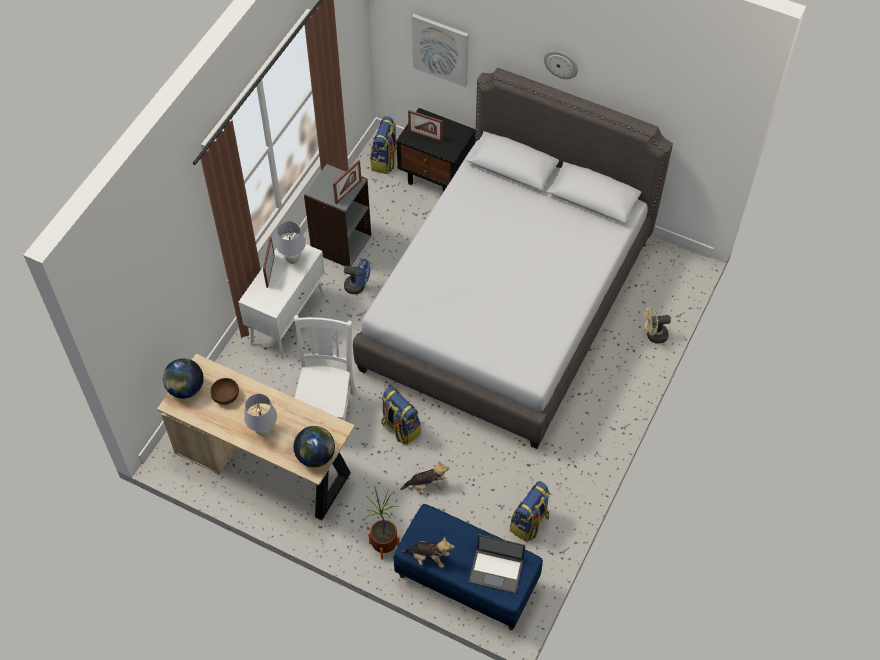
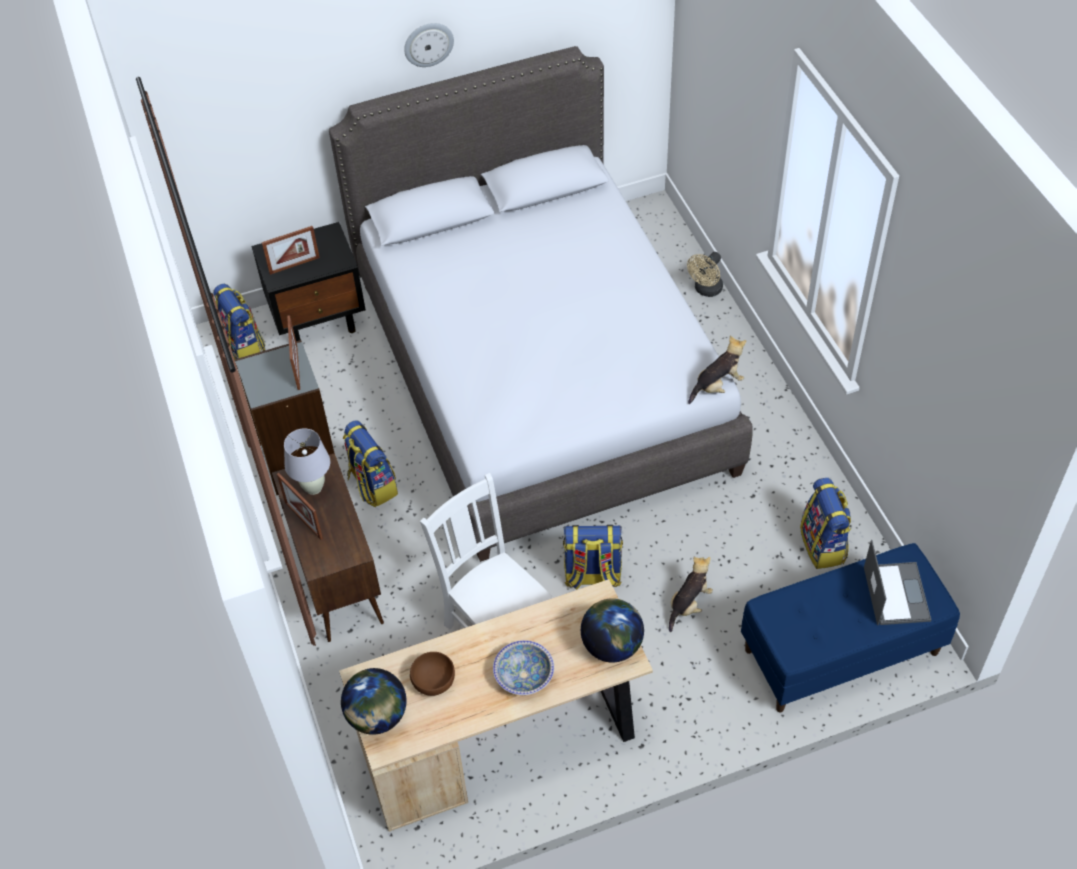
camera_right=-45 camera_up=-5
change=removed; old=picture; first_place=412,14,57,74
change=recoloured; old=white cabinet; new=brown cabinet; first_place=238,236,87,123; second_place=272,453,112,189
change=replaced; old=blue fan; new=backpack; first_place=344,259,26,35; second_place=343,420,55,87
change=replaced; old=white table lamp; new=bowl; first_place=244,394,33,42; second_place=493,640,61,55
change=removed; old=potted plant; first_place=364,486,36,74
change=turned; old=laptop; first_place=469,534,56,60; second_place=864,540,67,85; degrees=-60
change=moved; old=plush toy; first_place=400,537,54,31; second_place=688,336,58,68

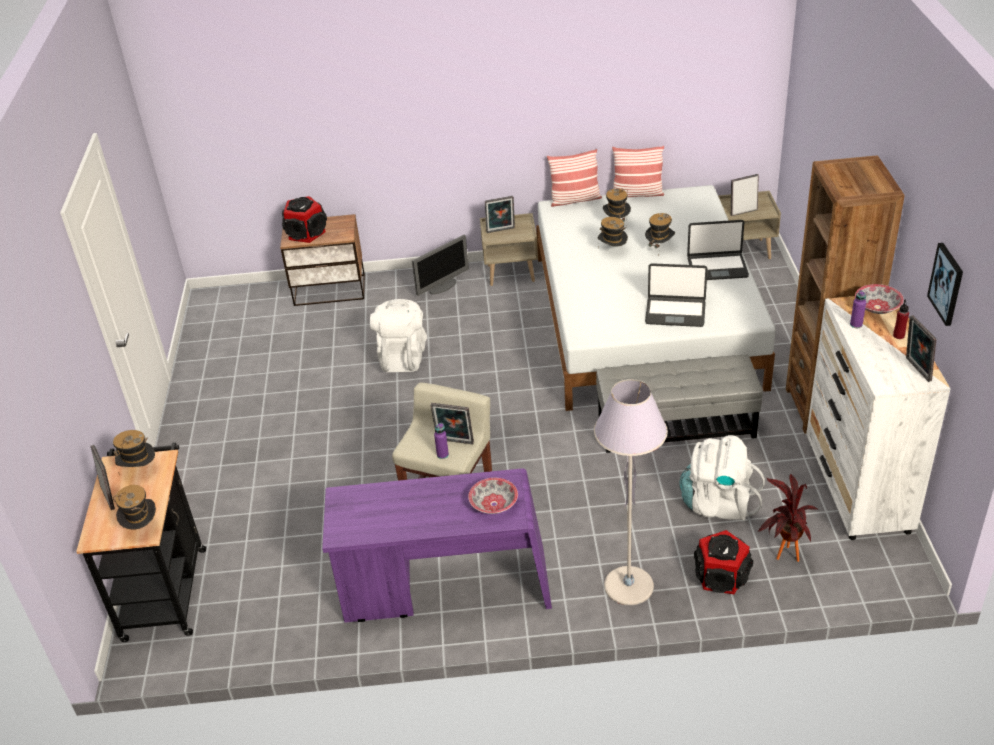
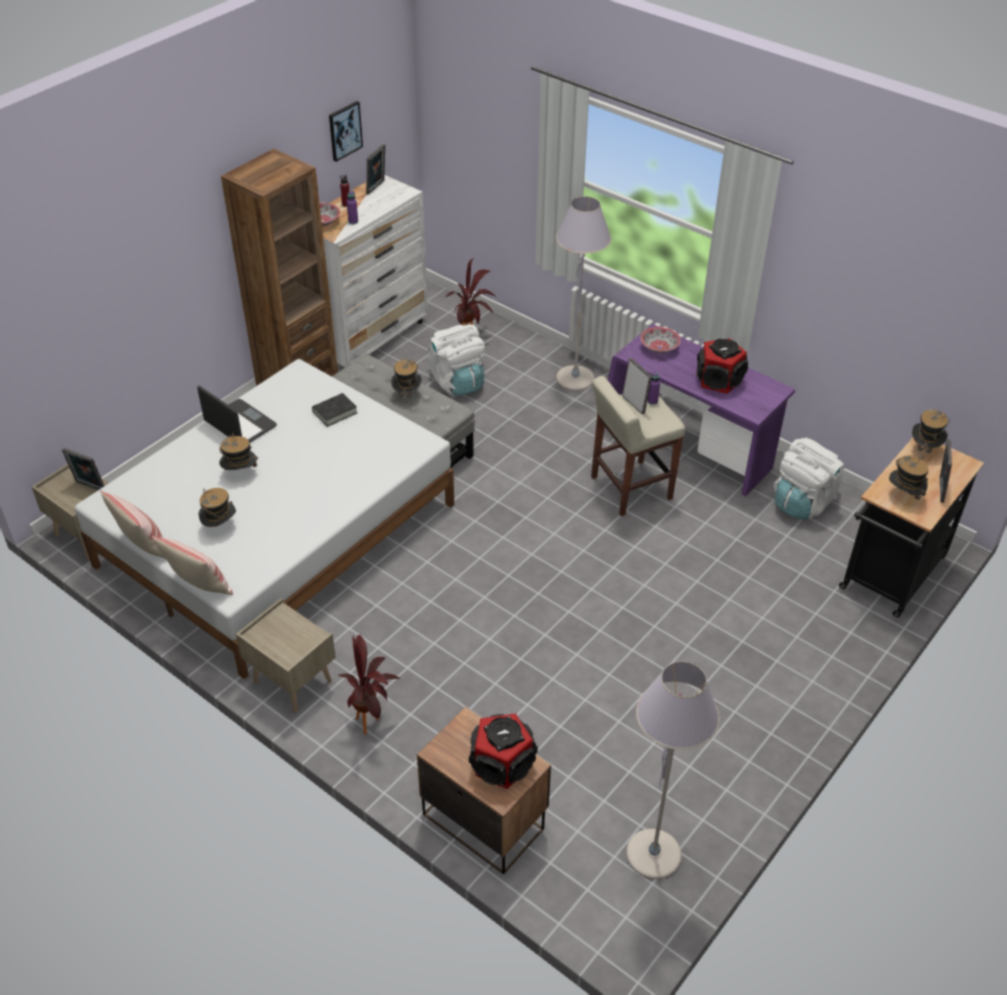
camera_right=-140 camera_up=5
change=removed; old=picture frame; first_place=485,196,30,37
change=moved; old=hat; first_place=598,217,30,32; second_place=391,359,31,39
change=replaced; old=monitor; new=potted plant; first_place=412,235,57,61; second_place=339,634,62,101
change=replaced; old=laptop; new=black book; first_place=645,263,63,64; second_place=312,393,46,34
change=moved; old=white backpack; first_place=370,299,57,73; second_place=774,438,71,82
change=moved; old=speaker; first_place=694,530,59,64; second_place=696,338,52,56
change=added; new=grey floor lamp; second_place=626,661,94,218

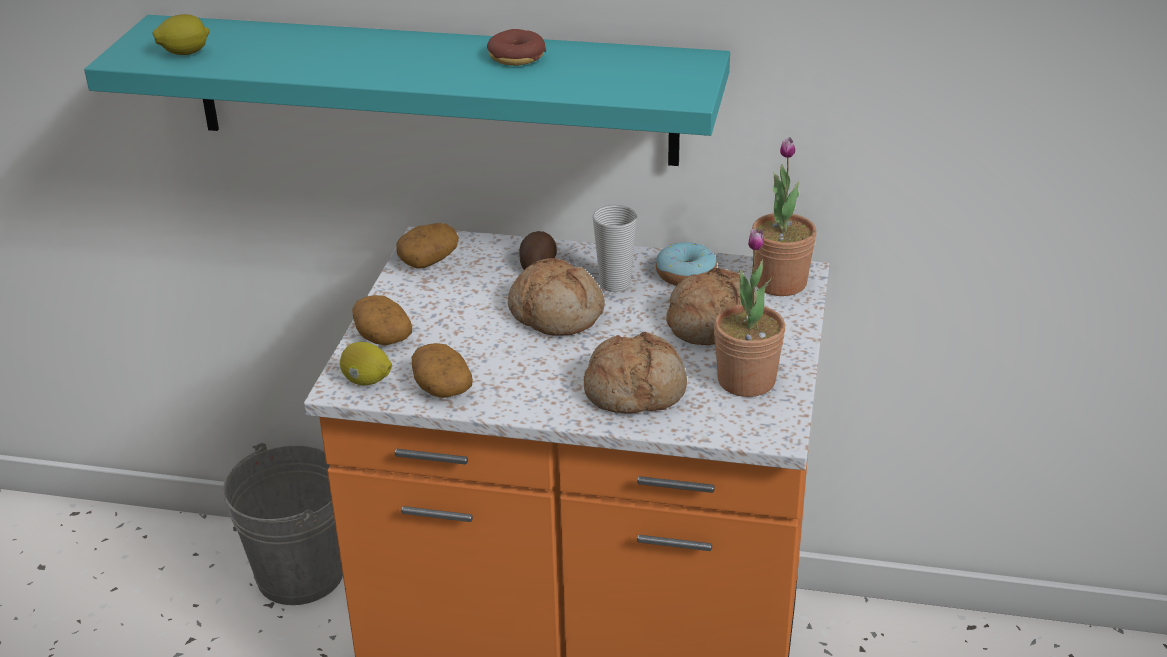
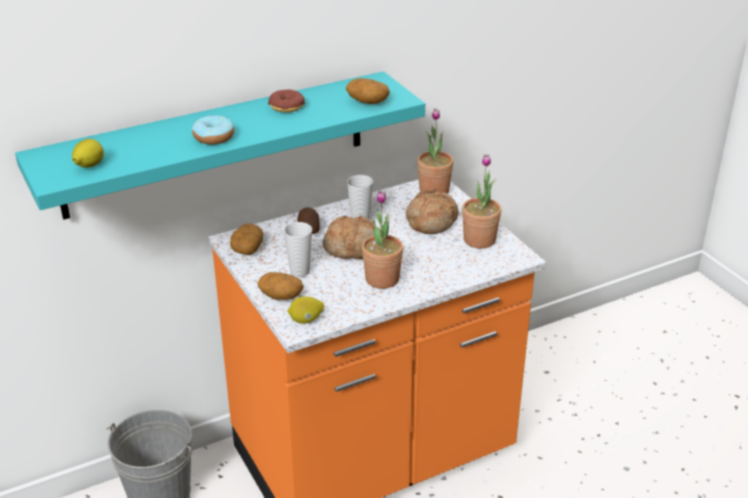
camera_right=-40 camera_up=0
change=moved; old=donut; first_place=656,242,61,44; second_place=192,115,42,30
change=removed; old=bread; first_place=584,332,103,82
change=moved; old=potato; first_place=412,343,61,55; second_place=346,78,44,26
change=added; new=potted plant; second_place=362,190,41,99
change=added; new=cup; second_place=284,222,28,55

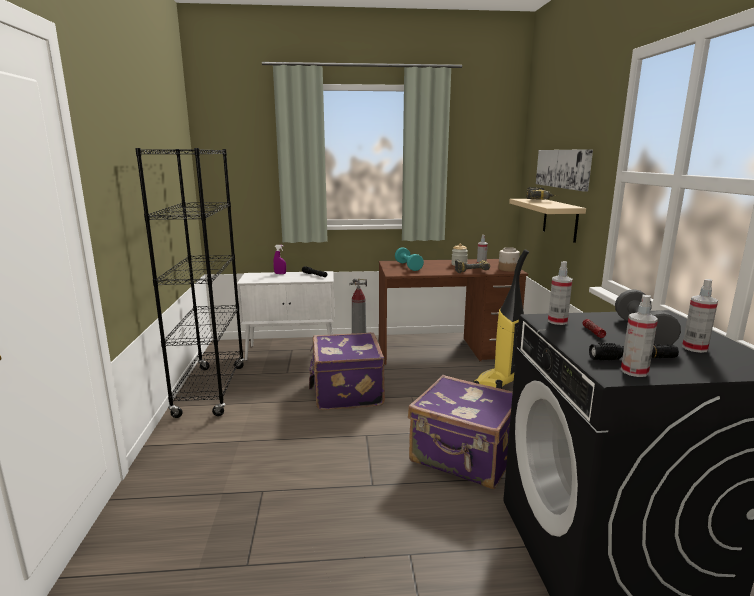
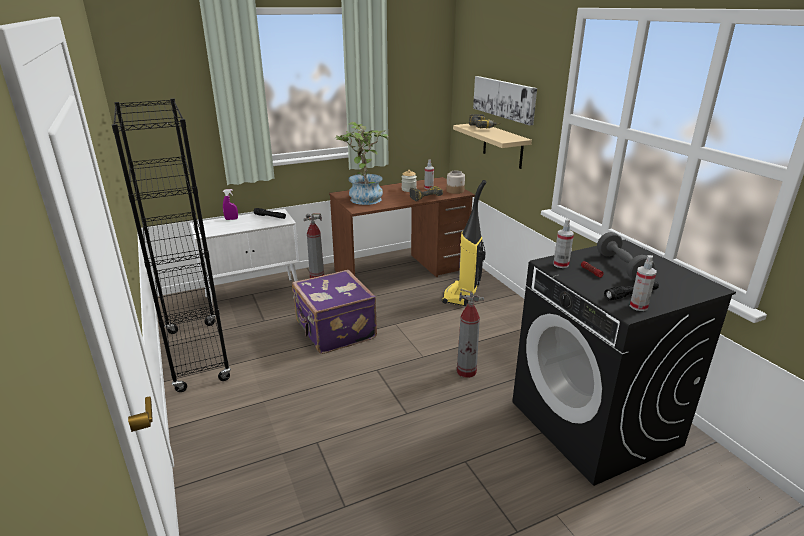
camera_right=-20 camera_up=10
change=replaced; old=turquoise dumbbell; new=potted plant; first_place=395,247,29,24; second_place=334,122,54,83
change=removed; old=spray bottle; first_place=682,279,36,74
change=replaced; old=purple suitcase; new=fire extinguisher; first_place=408,375,105,114; second_place=457,289,27,89

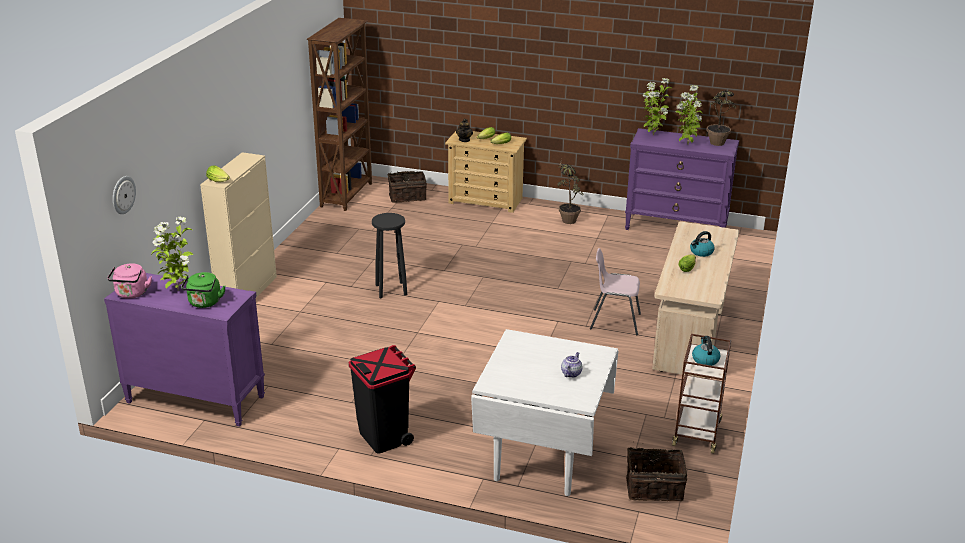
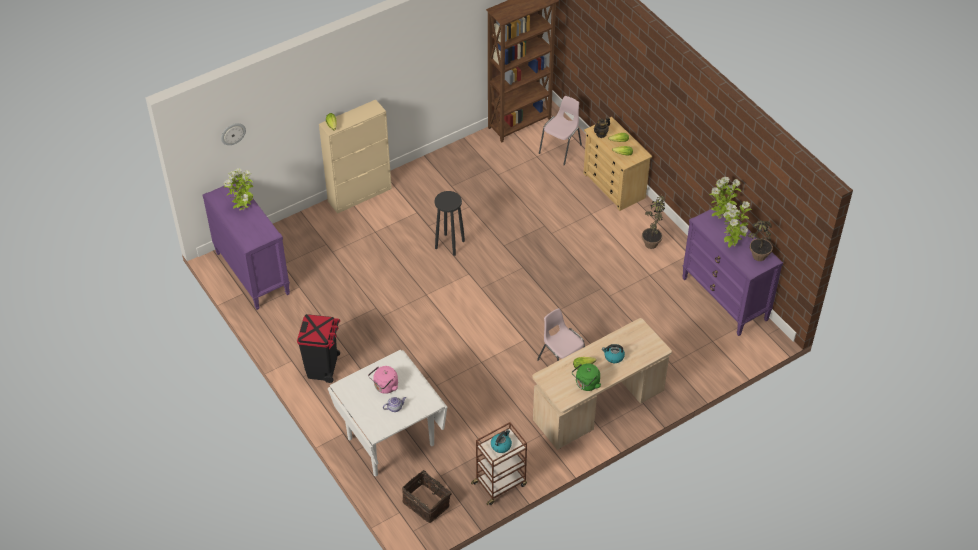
camera_right=40 camera_up=20
change=replaced; old=basket; new=pink chair; first_place=388,171,39,32; second_place=539,96,43,70
change=moved; old=pink kettle; first_place=107,263,45,36; second_place=368,366,30,28
change=moved; old=green kettle; first_place=181,272,45,36; second_place=572,363,29,28

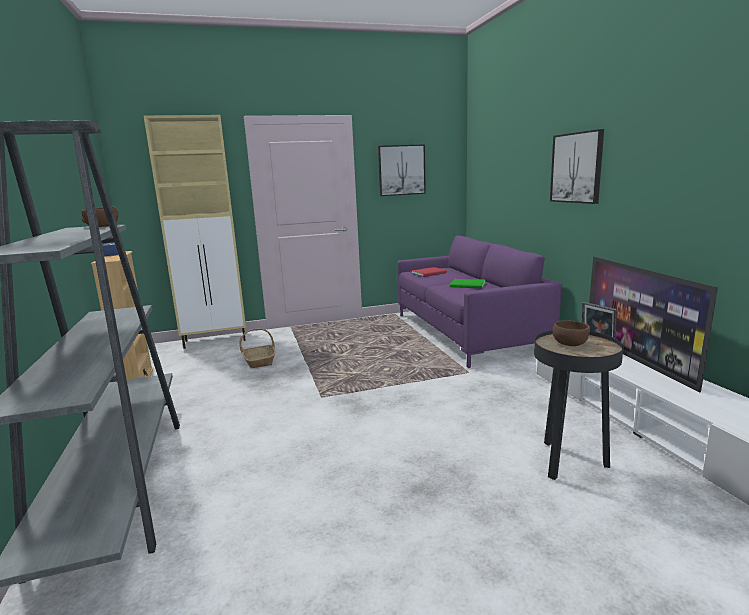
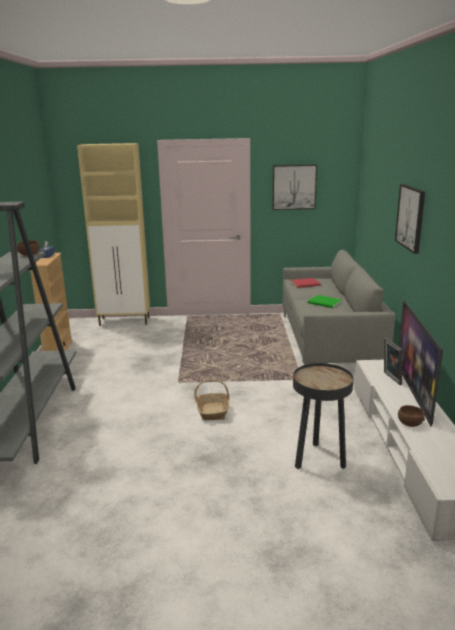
camera_right=15 camera_up=5
change=recoloured; old=purple sofa; new=grey sofa; first_place=397,236,165,132; second_place=283,250,112,115
change=moved; old=brown bowl; first_place=553,320,37,26; second_place=398,405,27,22
change=moved; old=basket; first_place=239,328,37,40; second_place=194,379,35,41

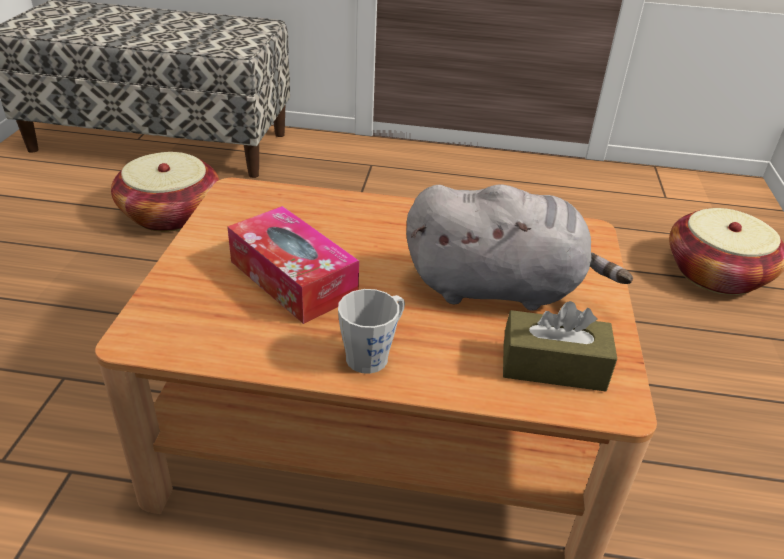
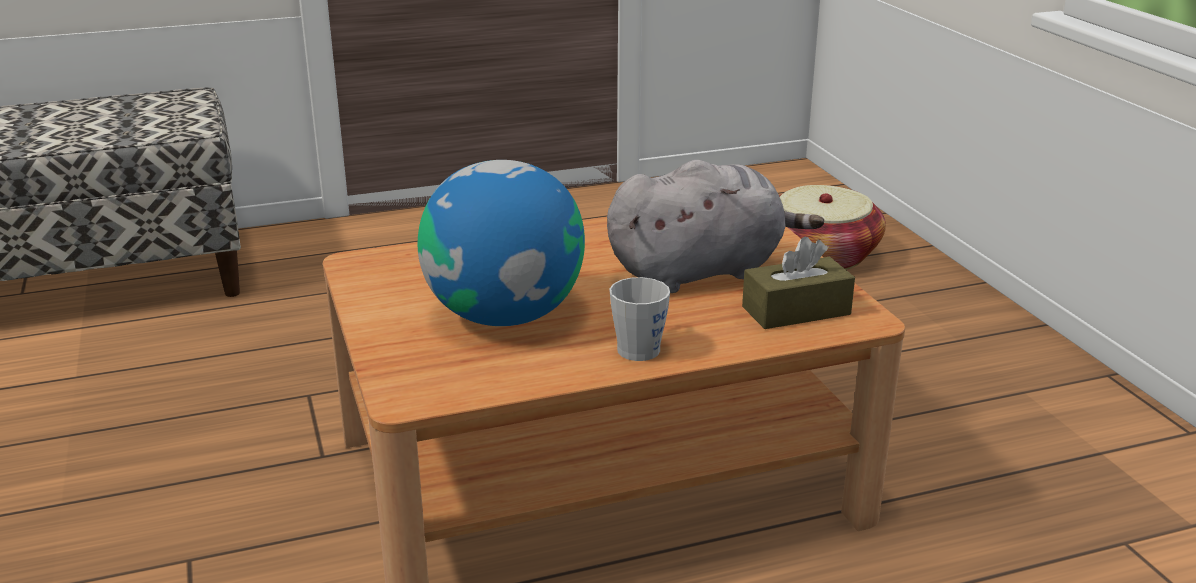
camera_right=-25 camera_up=-10
change=removed; old=basket; first_place=111,152,108,80
change=replaced; old=tissue box; new=globe; first_place=227,206,132,118; second_place=418,160,167,166

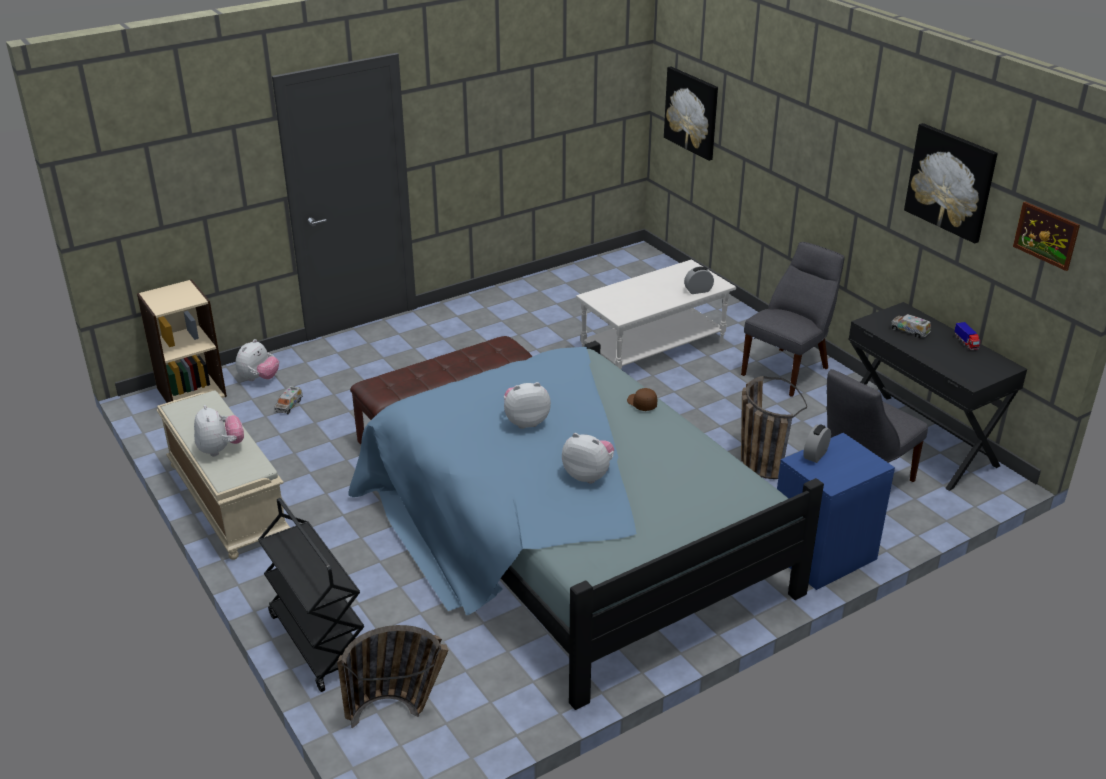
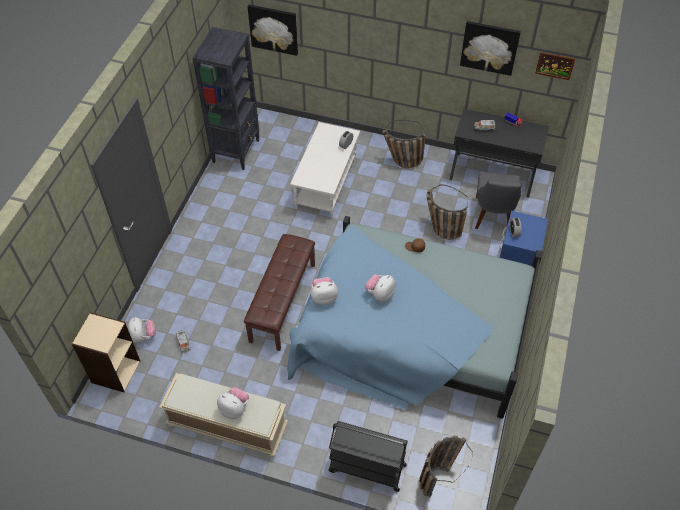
camera_right=-40 camera_up=20
change=replaced; old=grey chair; new=basket; first_place=741,242,104,155; second_place=382,120,44,48
change=moved; old=plush toy; first_place=562,433,52,51; second_place=311,277,27,28
change=added; new=black bookcase; second_place=193,27,67,143

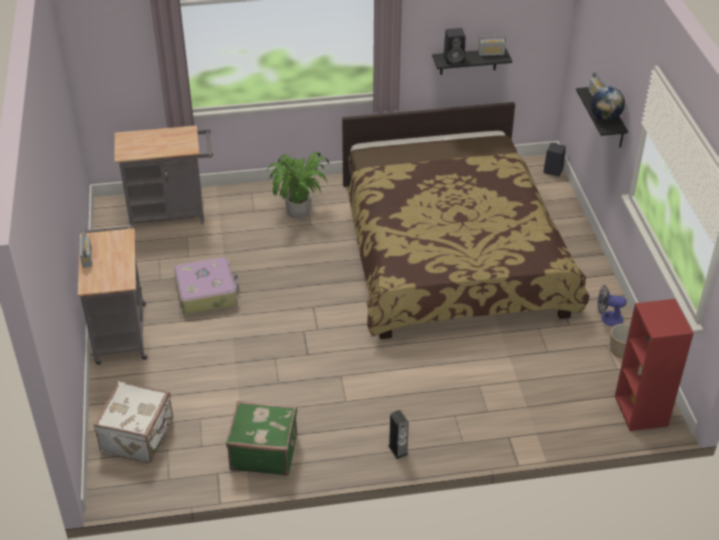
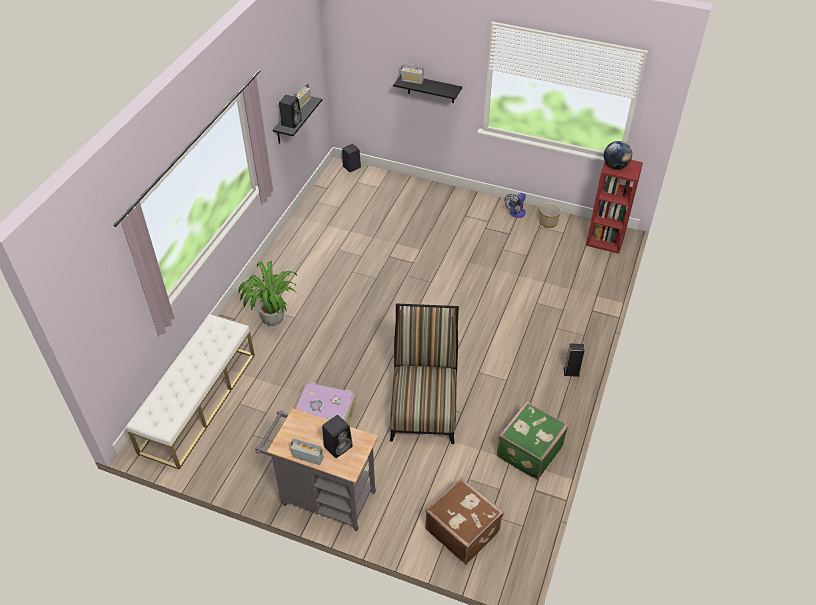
camera_right=-60 camera_up=5
change=moved; old=globe; first_place=591,87,34,34; second_place=604,141,28,28
change=removed; old=bed; first_place=342,102,247,237
change=replaced; old=grey cart; new=white bench; first_place=115,125,98,103; second_place=126,314,129,156
change=recoloured; old=white suitcase; new=brown suitcase; first_place=93,381,80,81; second_place=425,478,79,86
change=added; new=chair; second_place=390,303,69,141
change=added; new=black speaker; second_place=322,415,30,43

